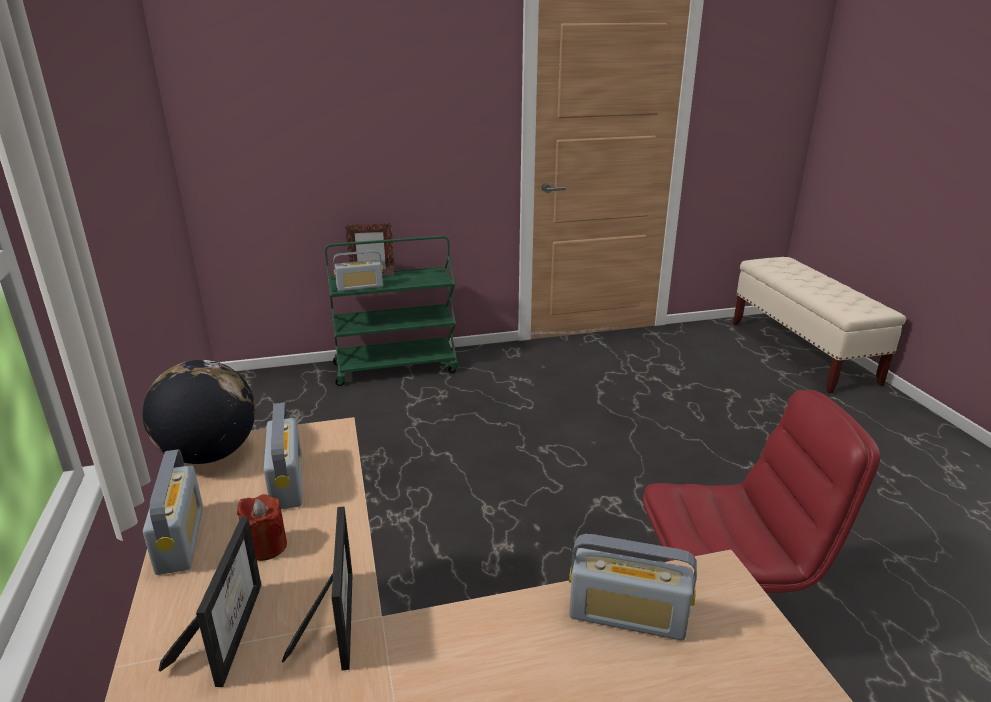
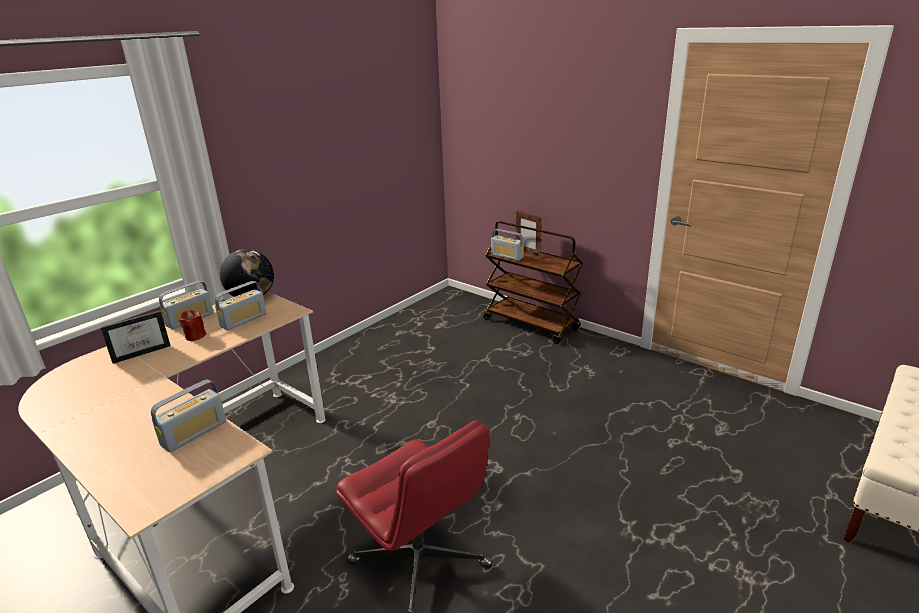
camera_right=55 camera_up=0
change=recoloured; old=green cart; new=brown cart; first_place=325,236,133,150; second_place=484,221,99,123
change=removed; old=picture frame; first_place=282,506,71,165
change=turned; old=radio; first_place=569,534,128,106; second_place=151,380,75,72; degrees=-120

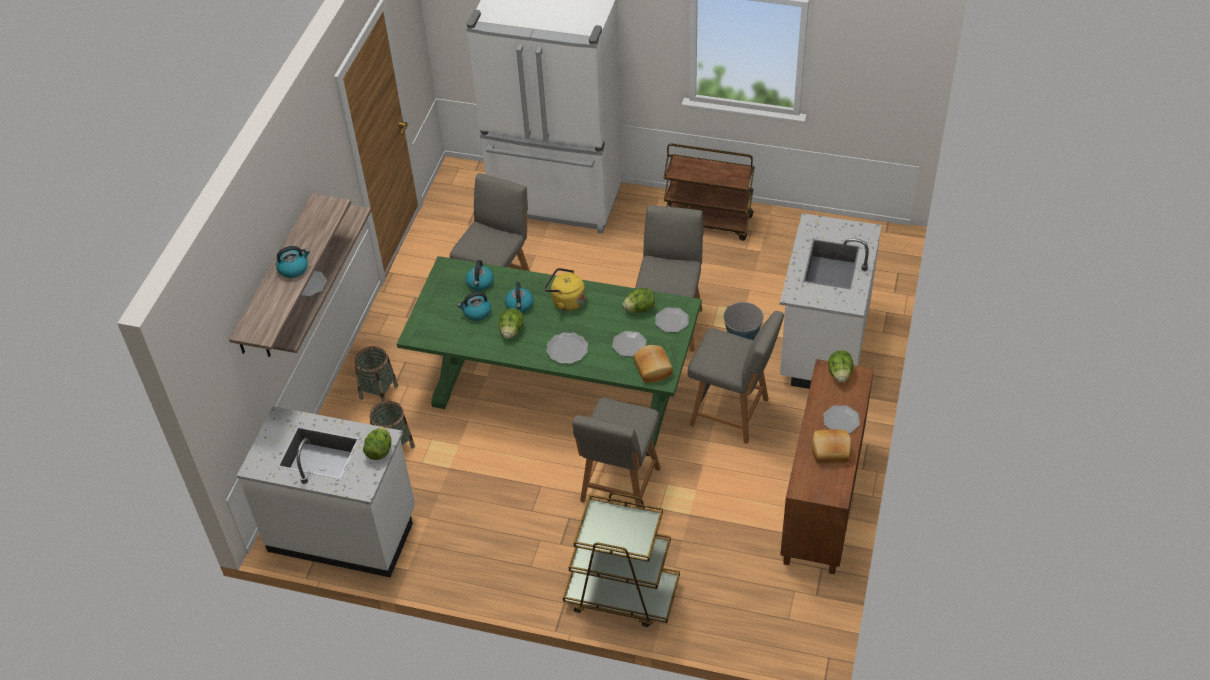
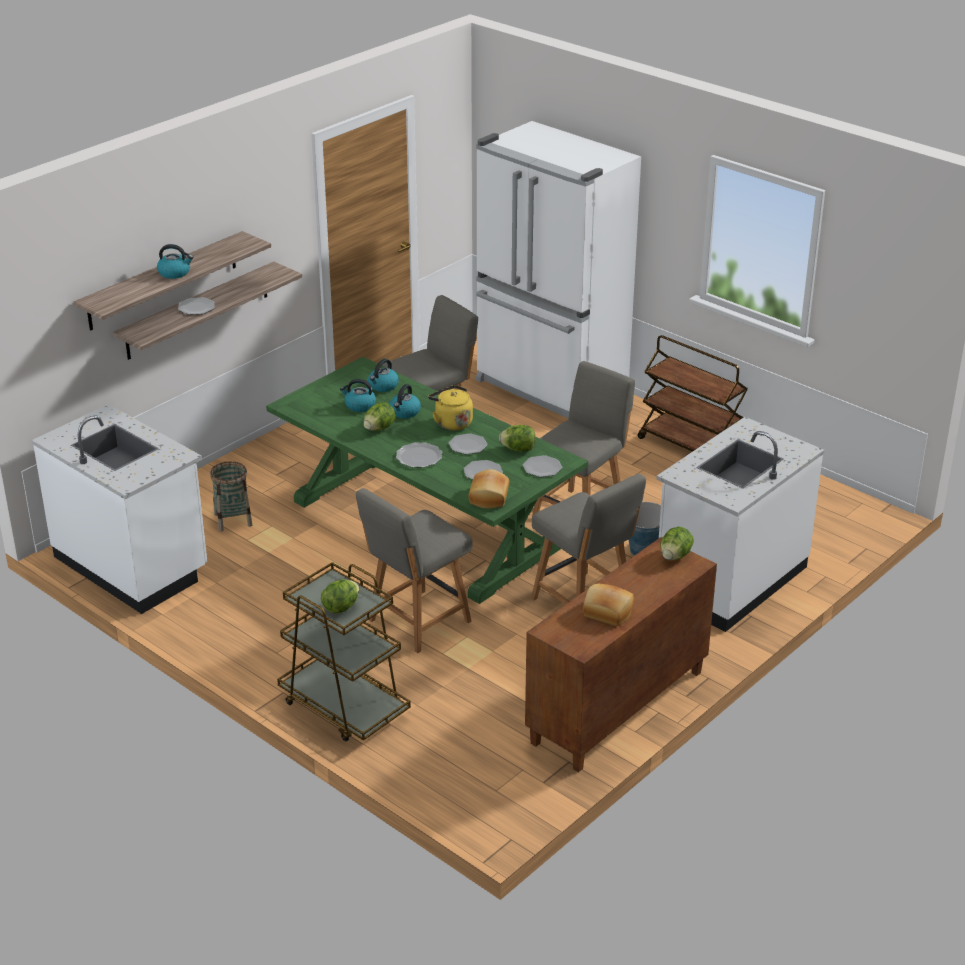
camera_right=25 camera_up=-15
change=removed; old=basket; first_place=355,346,43,55
change=moved; old=plate; first_place=823,405,37,28; second_place=449,433,39,22
change=moved; old=lettuce; first_place=363,427,28,33; second_place=321,579,38,35

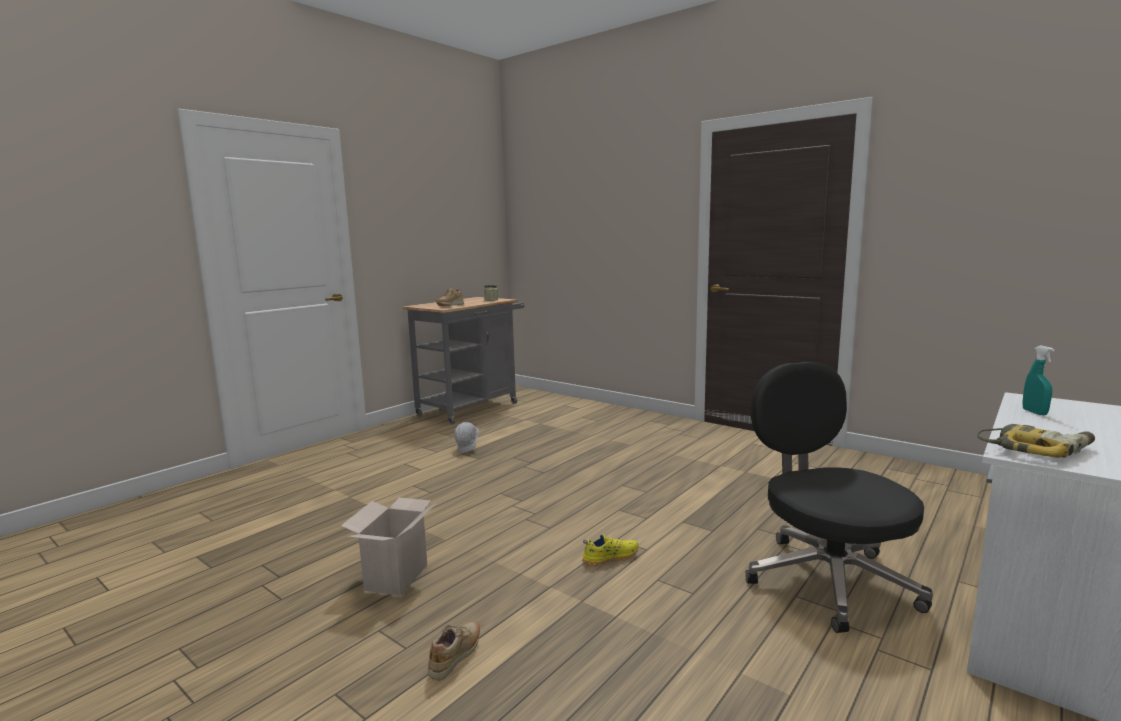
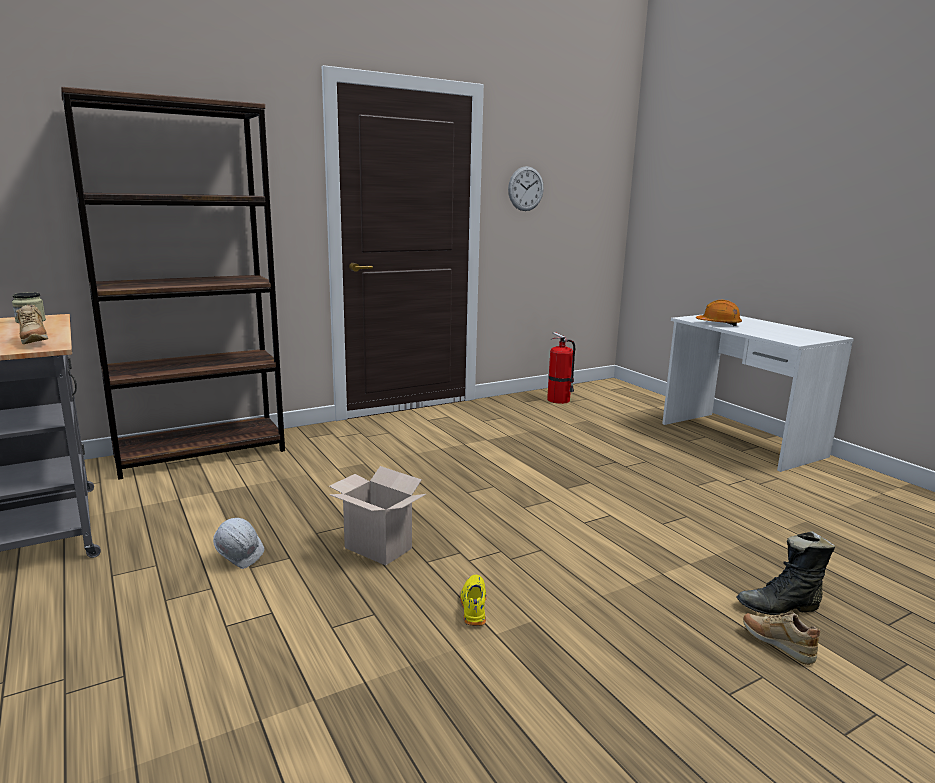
camera_right=-70 camera_up=5
change=replaced; old=turquoise spray bottle; new=orange hard hat; first_place=1022,346,33,69; second_place=696,300,46,26
change=removed; old=black office chair; first_place=745,362,188,271
change=removed; old=power drill; first_place=977,424,118,34
change=moved; old=cardboard box; first_place=341,498,96,98; second_place=329,466,97,100
change=moved; old=yellow shoe; first_place=582,534,56,32; second_place=460,575,27,51
change=added; new=brown bookcase; second_place=61,87,224,393
change=added; new=wall clock; second_place=508,166,36,45
change=added; new=fire extinguisher; second_place=547,332,28,72
change=added; new=black boot; second_place=736,531,99,84

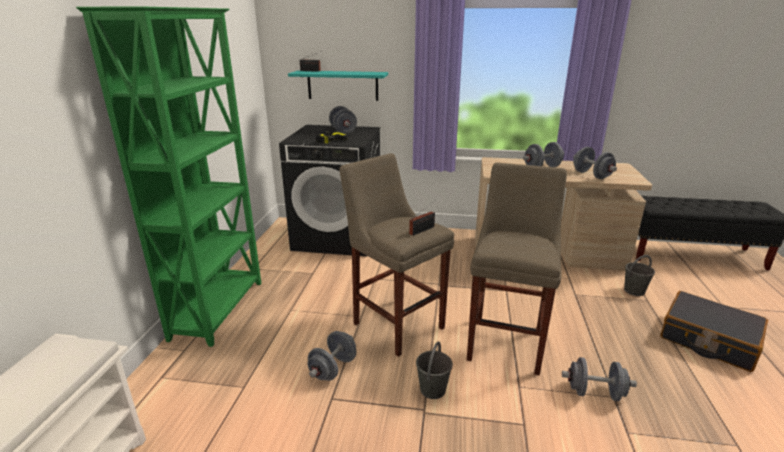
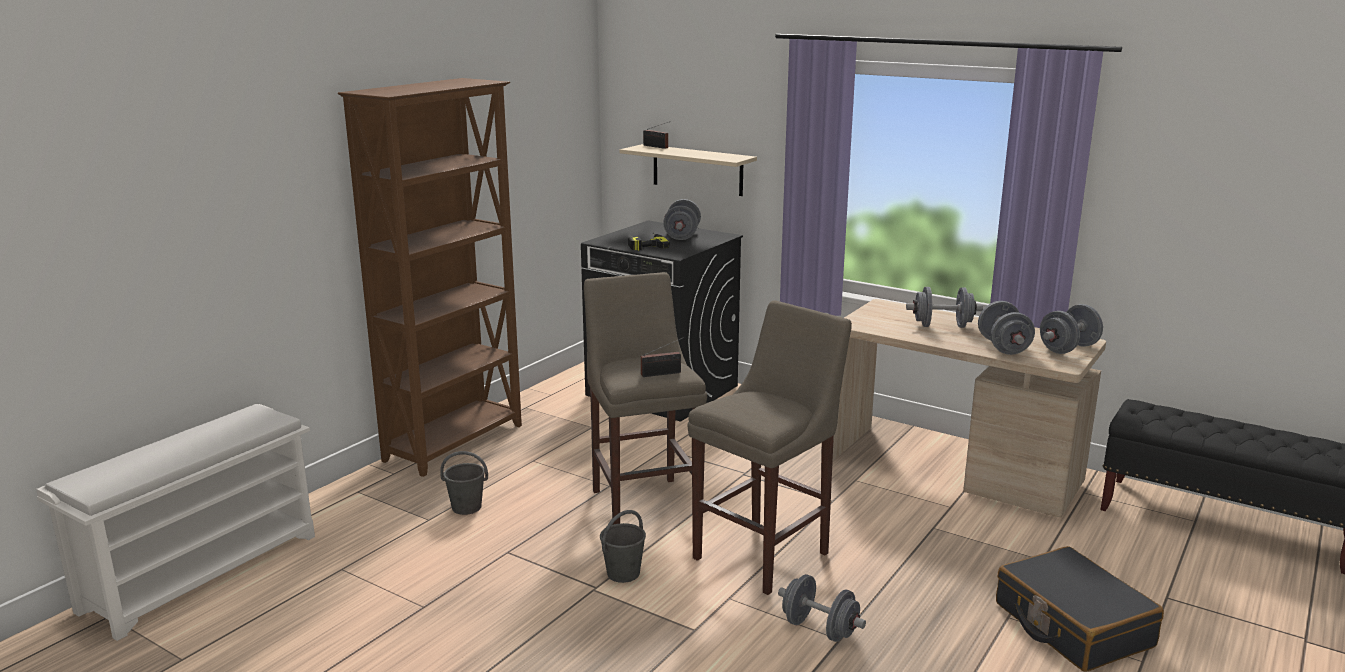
camera_right=25 camera_up=-5
change=recoloured; old=green bookcase; new=brown bookcase; first_place=76,7,185,340; second_place=338,78,184,399
change=recoloured; old=turquoise shelf; new=beige shelf; first_place=288,71,100,30; second_place=620,144,137,52
change=moved; old=grey bucket; first_place=624,255,31,41; second_place=440,451,48,64
change=moved; old=grey dumbbell; first_place=308,331,48,50; second_place=1040,304,63,50

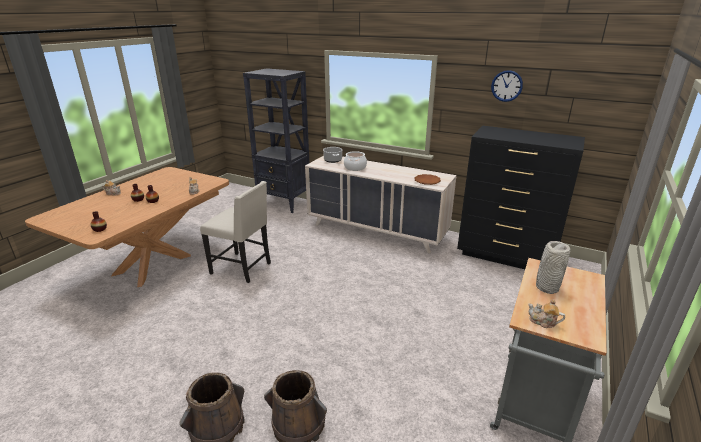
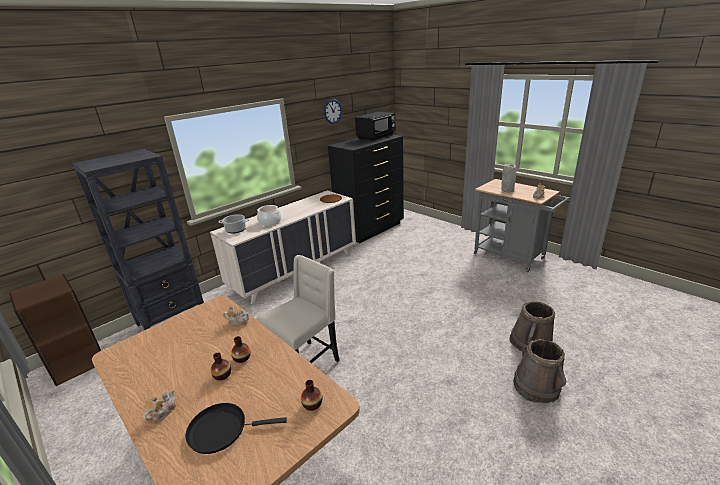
camera_right=-70 camera_up=0
change=added; new=black microwave; second_place=355,112,40,29
change=added; new=brown bookcase; second_place=9,274,92,112
change=added; new=black frying pan; second_place=185,403,102,51

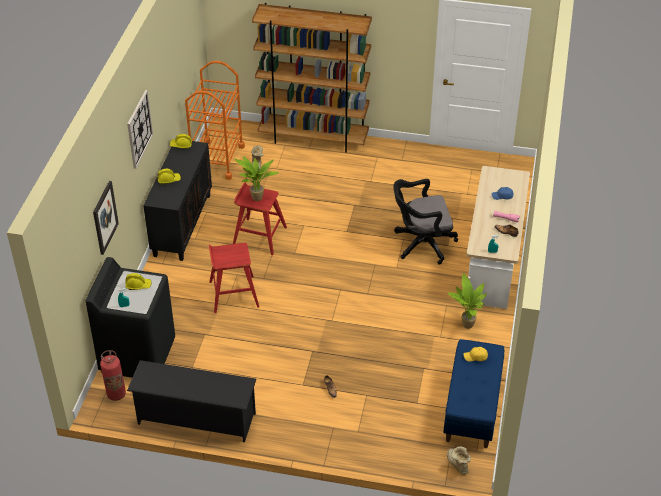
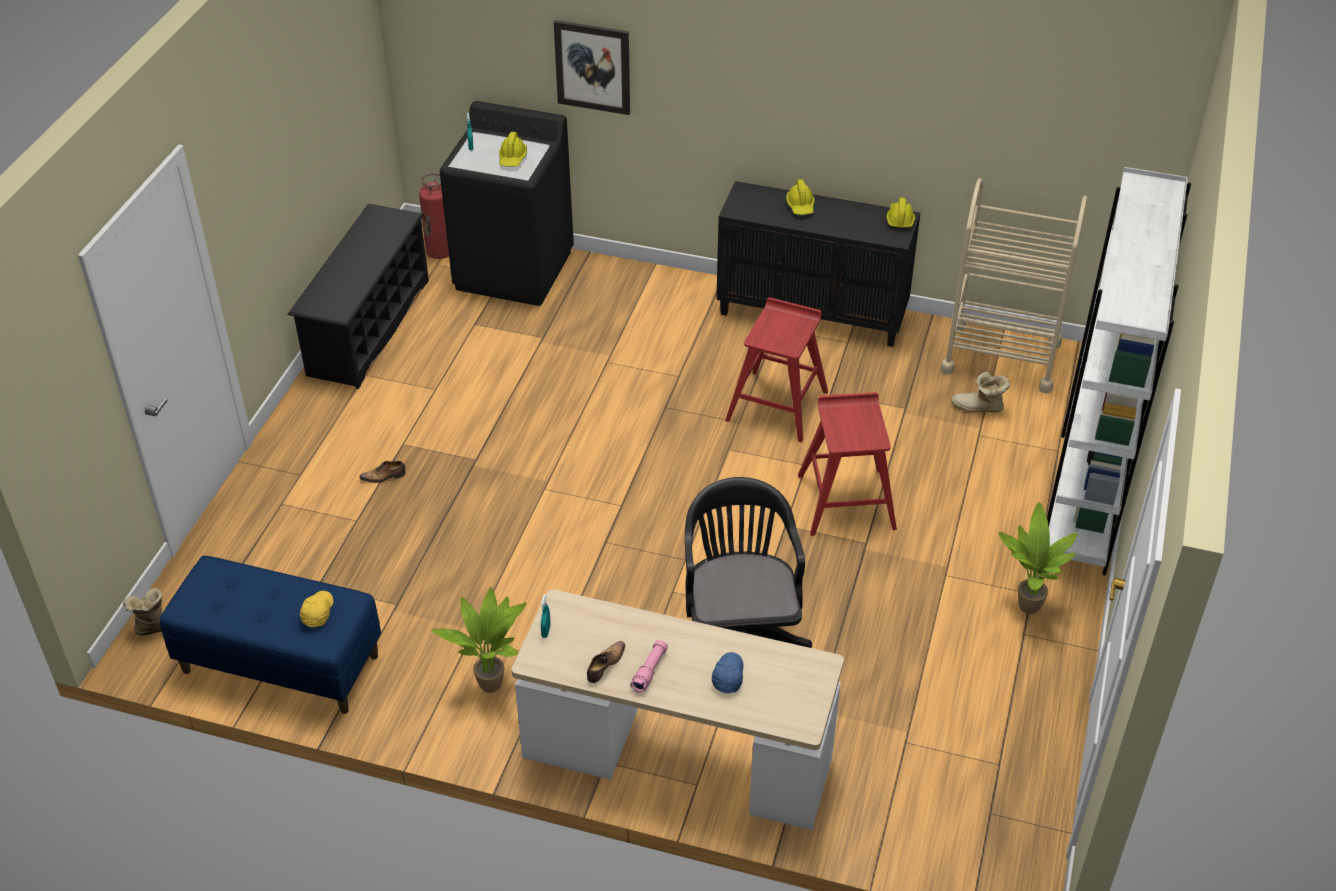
camera_right=95 camera_up=0
change=recoloured; old=brown bookcase; new=white bookcase; first_place=252,3,120,150; second_place=1047,167,144,408
change=recoloured; old=orange cart; new=beige cart; first_place=185,61,60,119; second_place=940,178,147,215
change=removed; old=wall clock; first_place=127,90,26,79
change=moved; old=potted plant; first_place=235,156,44,45; second_place=999,502,79,112
change=moved; old=red stool; first_place=209,243,50,70; second_place=798,392,99,144

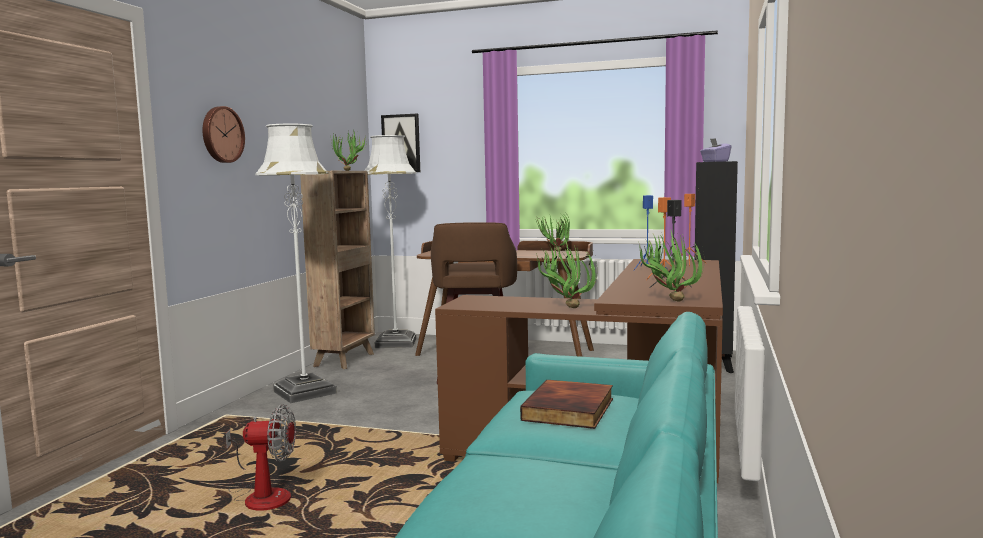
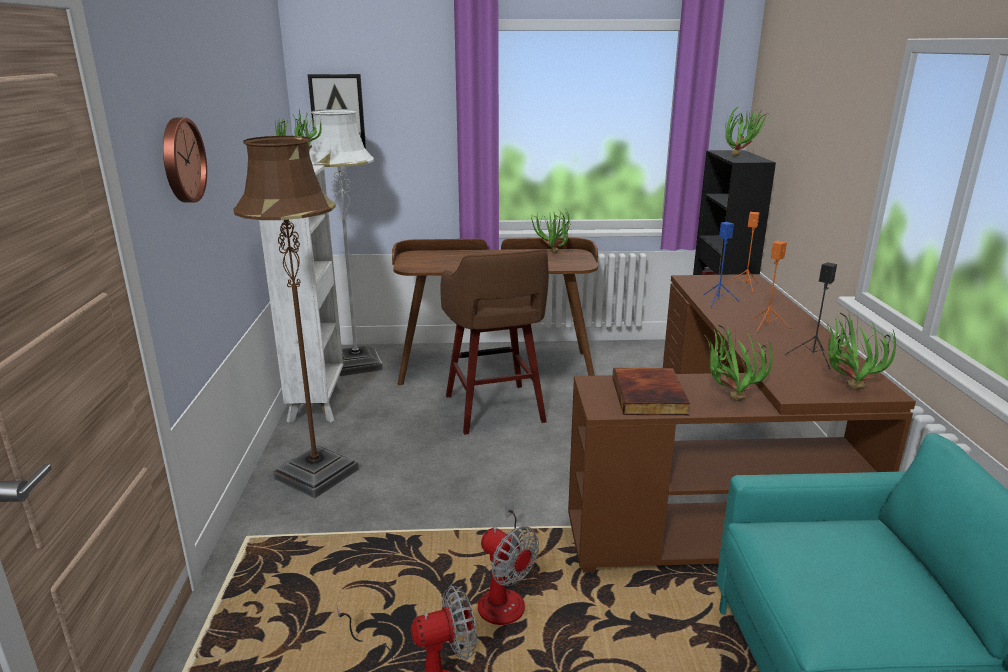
camera_right=-20 camera_up=15
change=recoloured; old=white floor lamp; new=brown floor lamp; first_place=255,124,82,279; second_place=233,136,126,362
change=replaced; old=purple tissue box; new=potted plant; first_place=700,138,32,24; second_place=725,107,44,50
change=recoloured; old=brown bookcase; new=white bookcase; first_place=300,171,75,198; second_place=259,165,87,258
change=moved; old=book; first_place=520,379,93,50; second_place=612,368,78,47
change=added; new=fan; second_place=477,500,62,125

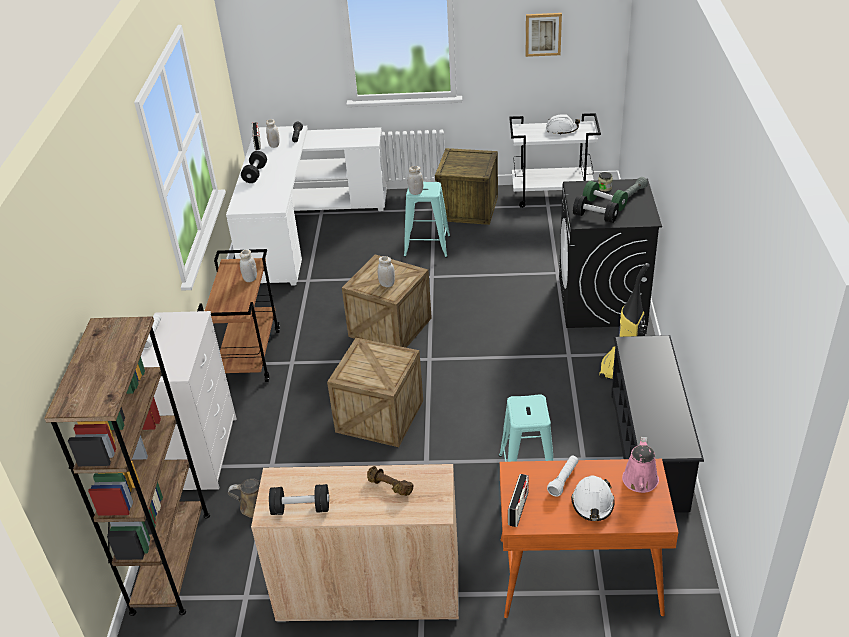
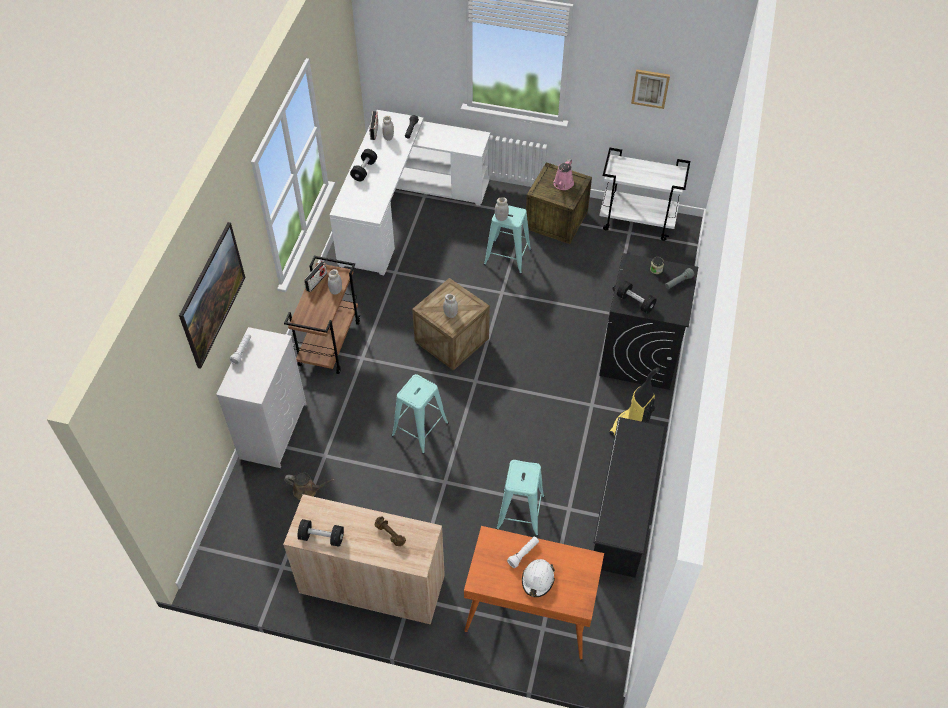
camera_right=10 camera_up=15
change=removed; old=white hard hat; first_place=546,114,34,21
change=removed; old=green dumbbell; first_place=583,181,45,30
change=removed; old=brown bookcase; first_place=44,316,166,300
change=replaced; old=crate; new=turquoise stool; first_place=327,338,96,109; second_place=391,374,58,80
change=moved; old=pink watering can; first_place=622,437,37,56; second_place=553,159,21,31
change=moved; old=radio; first_place=508,474,21,53; second_place=304,261,23,31
change=added; new=picture; second_place=179,222,67,147

